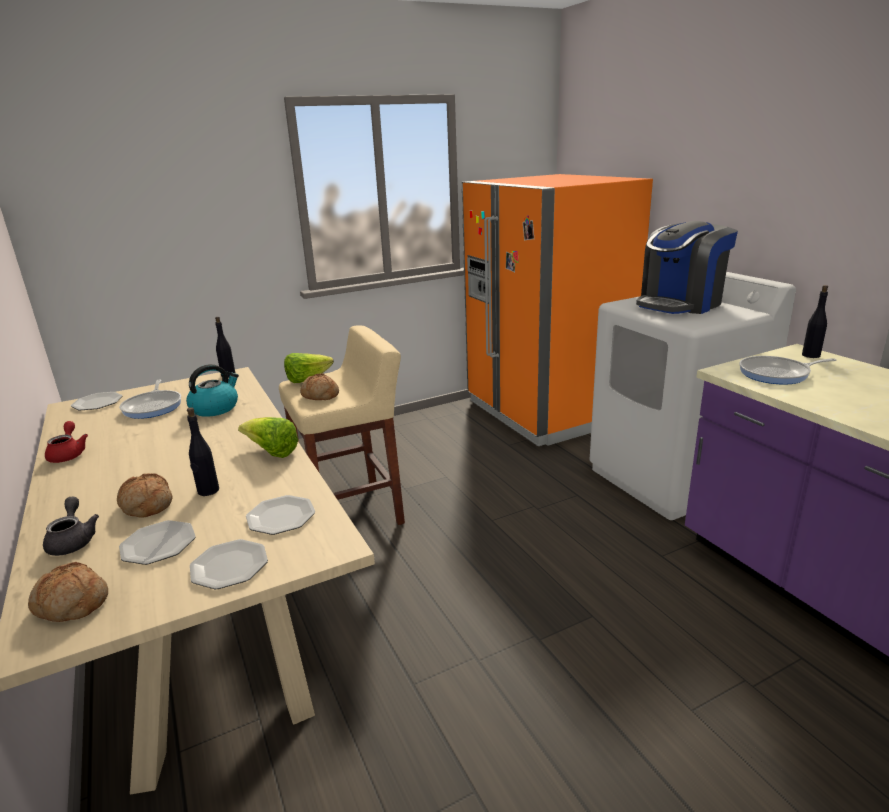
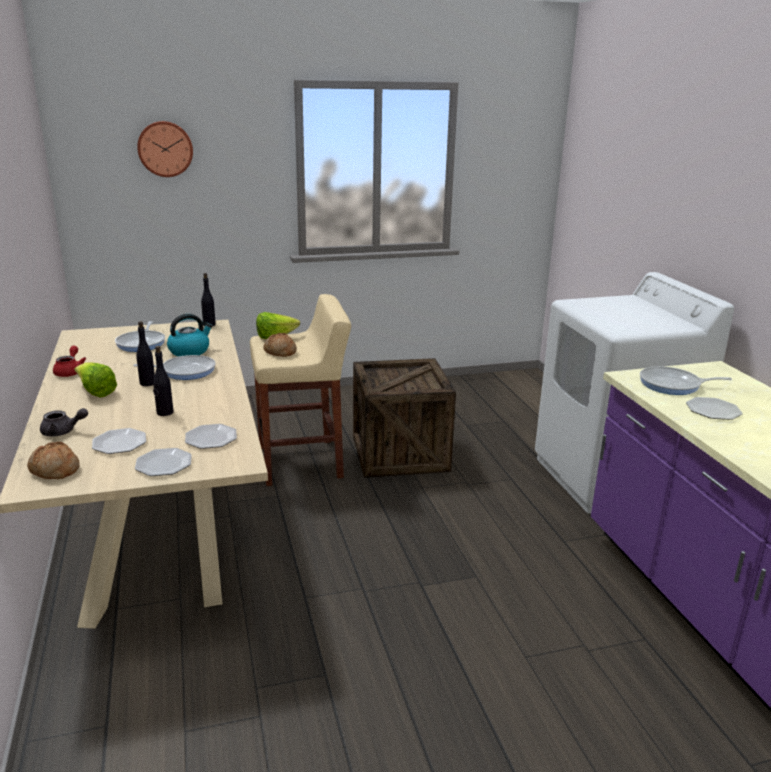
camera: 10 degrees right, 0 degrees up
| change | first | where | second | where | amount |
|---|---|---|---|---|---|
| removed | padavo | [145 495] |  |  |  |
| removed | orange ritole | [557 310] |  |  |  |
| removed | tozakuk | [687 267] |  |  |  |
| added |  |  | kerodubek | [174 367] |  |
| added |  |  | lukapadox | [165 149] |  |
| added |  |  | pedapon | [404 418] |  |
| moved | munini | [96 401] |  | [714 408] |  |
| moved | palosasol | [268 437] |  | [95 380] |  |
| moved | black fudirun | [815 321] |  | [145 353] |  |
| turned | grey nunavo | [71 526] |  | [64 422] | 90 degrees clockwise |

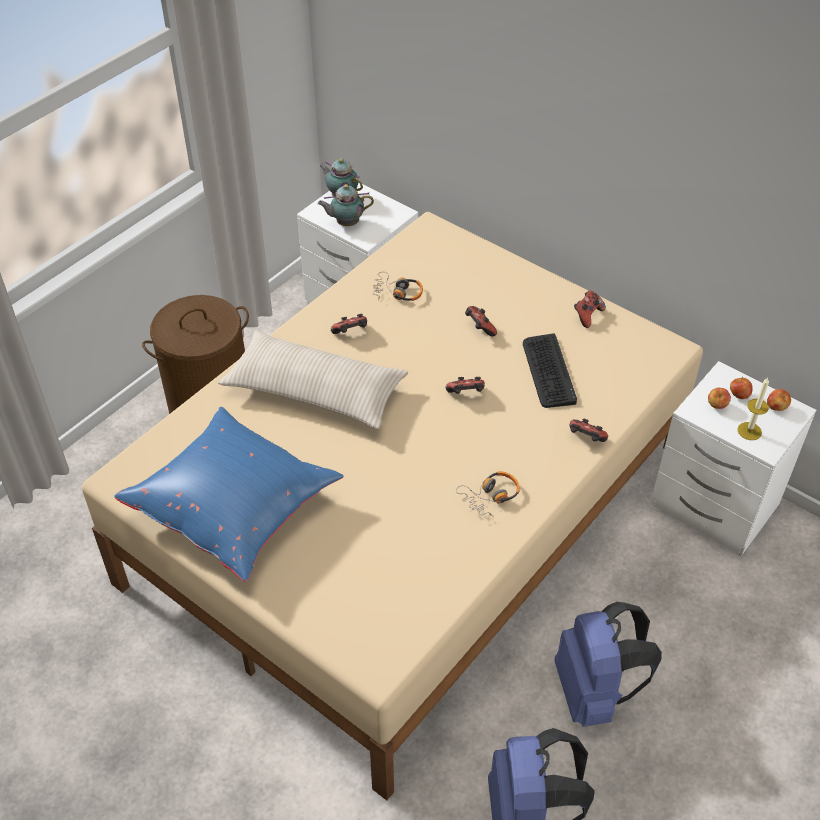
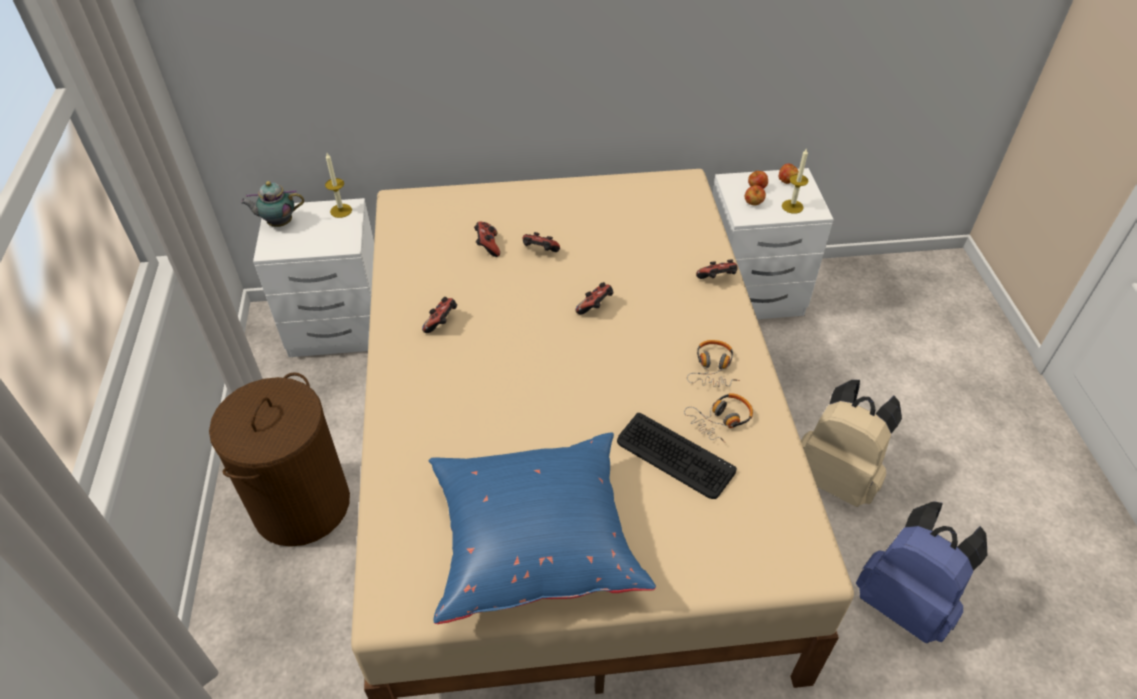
camera: 45 degrees left, 0 degrees up
| change | first | where | second | where | amount |
|---|---|---|---|---|---|
| removed | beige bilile | [313 379] |  |  |  |
| removed | nunavo | [346 205] |  |  |  |
| added |  |  | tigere | [338 185] |  |
| moved | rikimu | [398 286] |  | [718 418] |  |
| moved | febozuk | [550 370] |  | [677 456] |  |
| moved | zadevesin | [590 309] |  | [487 239] |  |
| recoloured | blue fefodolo | [608 664] | beige fefodolo | [851 443] |  |

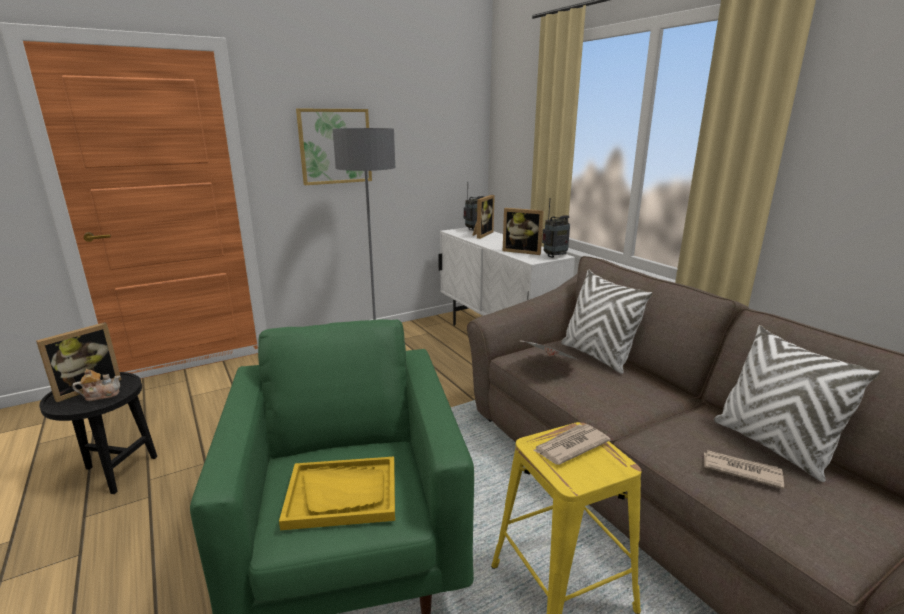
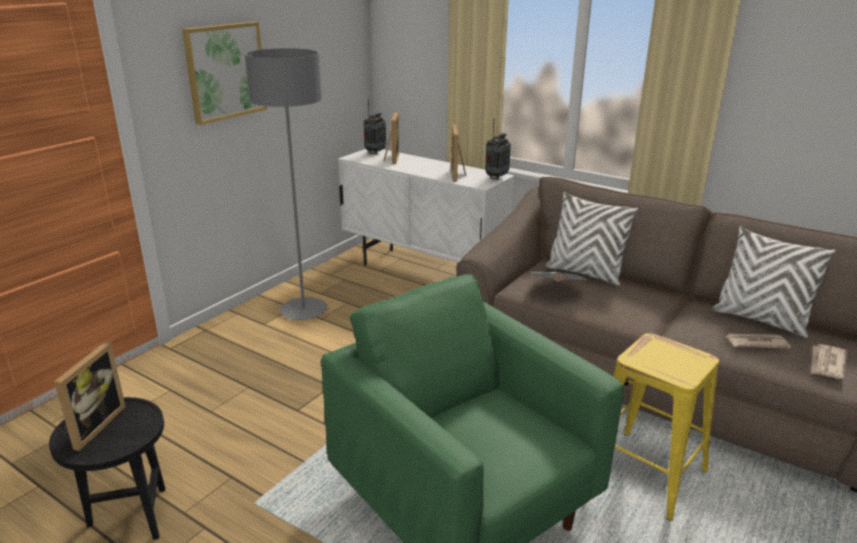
camera: 25 degrees left, 5 degrees up
| change | first | where | second | where | amount |
|---|---|---|---|---|---|
| removed | nunavo | [97 385] |  |  |  |
| removed | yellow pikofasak | [337 493] |  |  |  |
| moved | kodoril | [572 444] |  | [829 361] |  |
| turned | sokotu | [523 231] |  | [458 153] | 90 degrees clockwise |

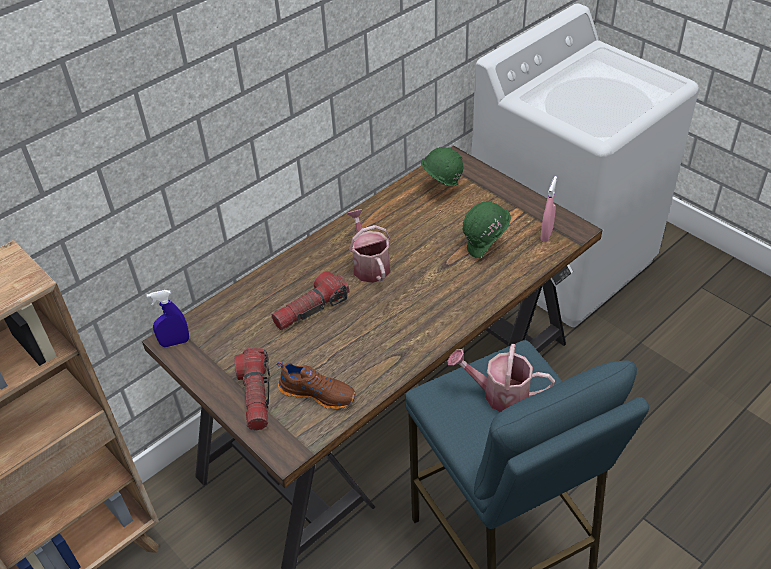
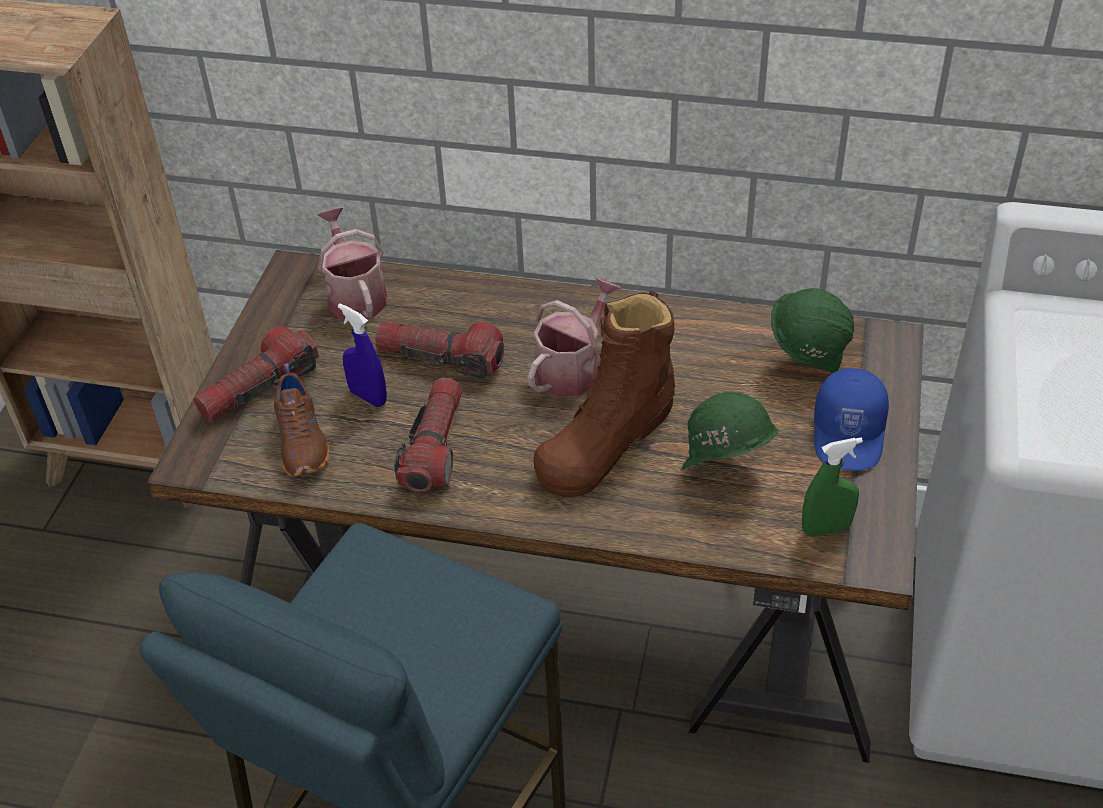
camera: 55 degrees right, 0 degrees up
| change | first | where | second | where | amount |
|---|---|---|---|---|---|
| added |  |  | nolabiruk | [428 434] |  |
| added |  |  | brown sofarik | [604 394] |  |
| added |  |  | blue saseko | [851 419] |  |
| moved | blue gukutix | [168 318] |  | [362 355] |  |
| moved | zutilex | [501 378] |  | [352 263] |  |
| recoloured | pink gukutix | [548 209] | green gukutix | [832 487] |  |

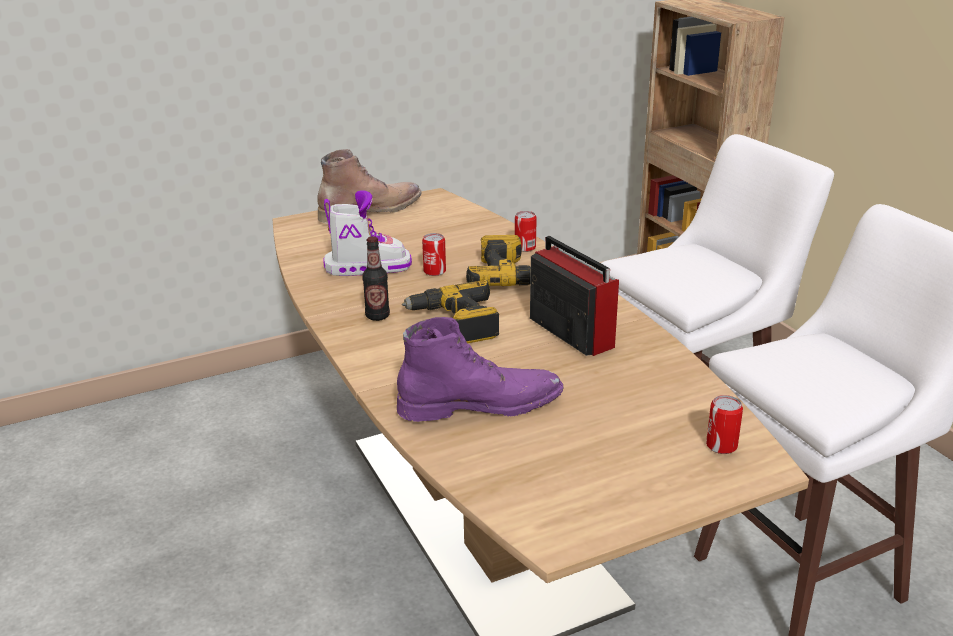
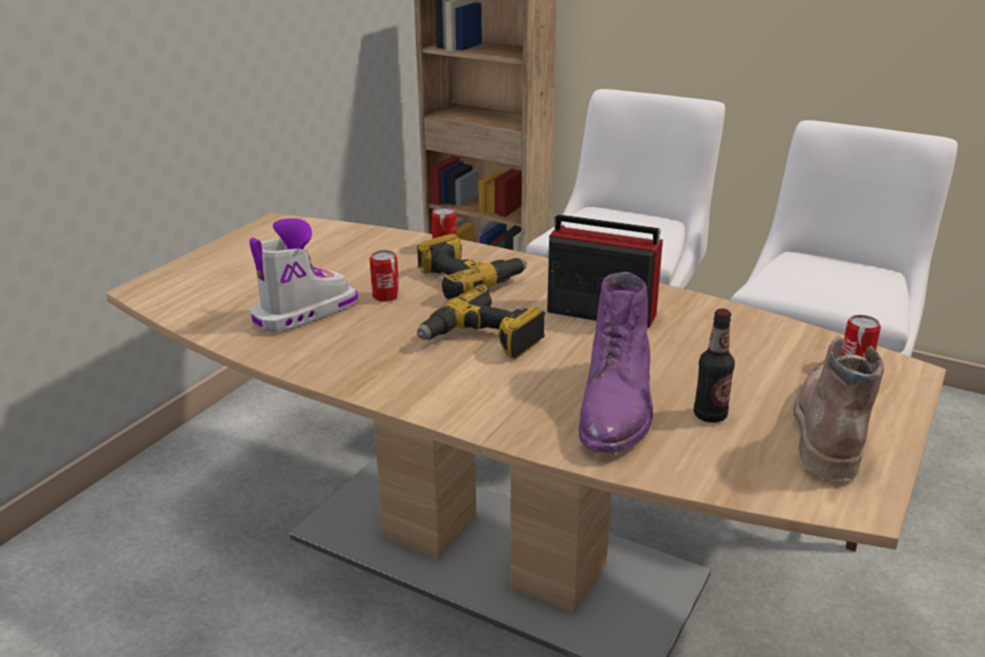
camera: 35 degrees left, 0 degrees up
| change | first | where | second | where | amount |
|---|---|---|---|---|---|
| moved | brown sofarik | [369 186] |  | [838 409] |  |
| moved | fudirun | [376 278] |  | [714 366] |  |
| turned | purple sofarik | [479 369] |  | [616 362] | 150 degrees clockwise |

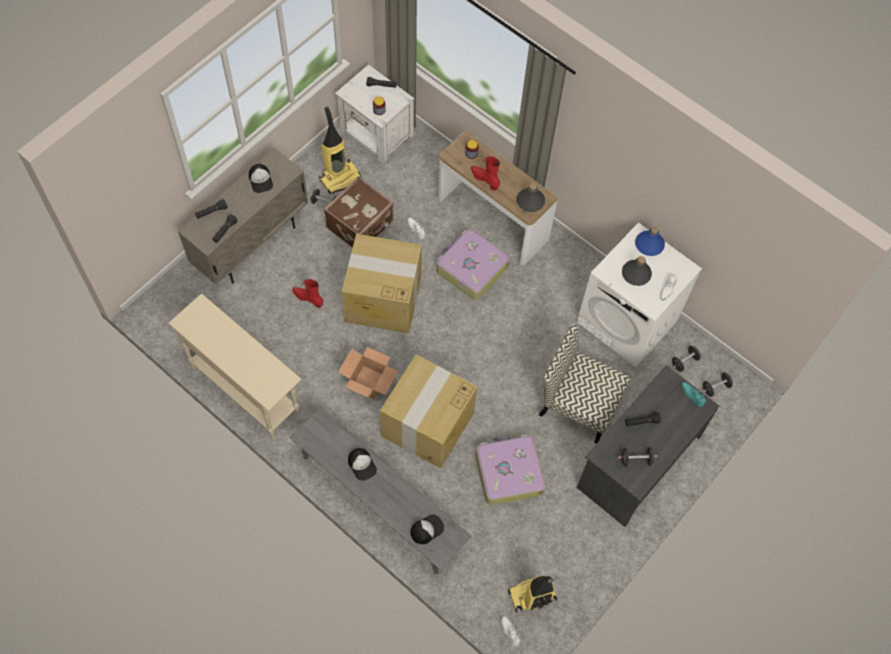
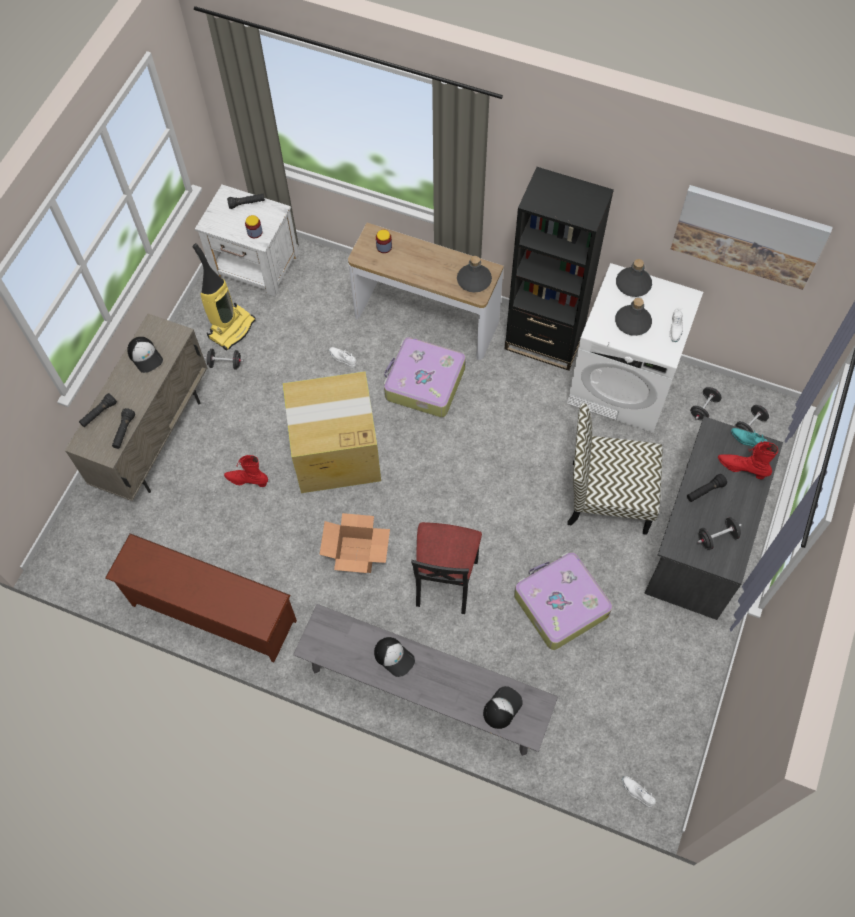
camera: 15 degrees left, 0 degrees up
| change | first | where | second | where | amount |
|---|---|---|---|---|---|
| removed | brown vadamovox | [359 212] |  |  |  |
| removed | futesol | [532 594] |  |  |  |
| added |  |  | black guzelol | [559 269] |  |
| added |  |  | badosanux | [752 237] |  |
| moved | red sofarik | [485 173] |  | [748 460] |  |
| replaced | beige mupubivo | [235 366] | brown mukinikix | [201 597] |  |
| replaced | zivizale | [429 411] | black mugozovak | [446 568] |  |
| recoloured | blue fudirun | [650 241] | grey fudirun | [634 278] |  |

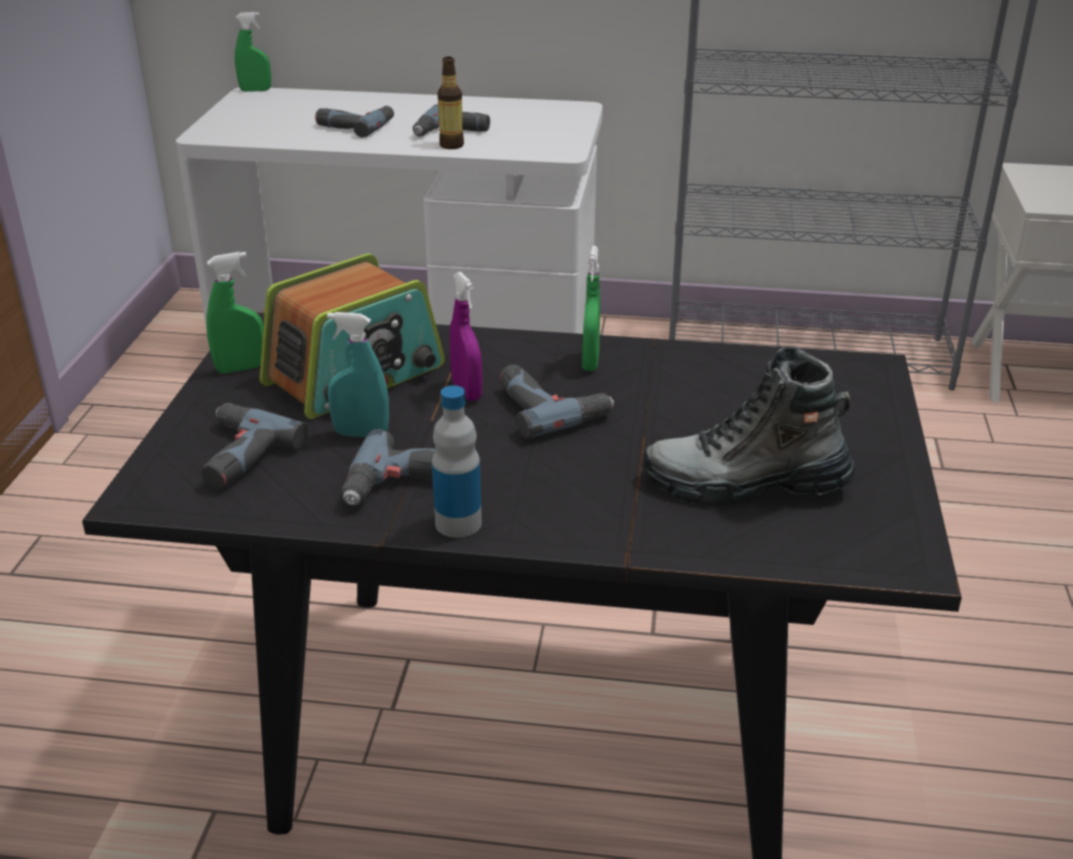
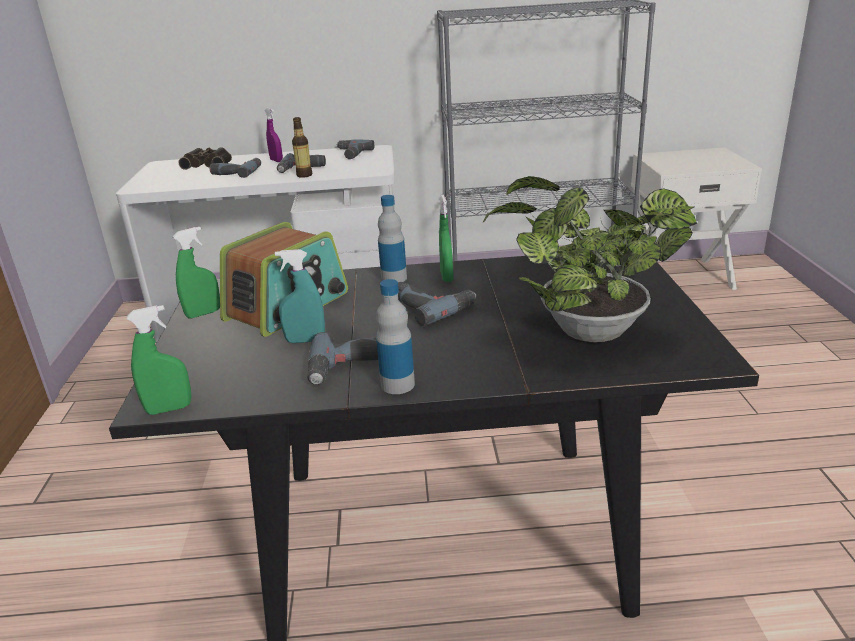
camera: 10 degrees left, 5 degrees down
| change | first | where | second | where | amount |
|---|---|---|---|---|---|
| added |  |  | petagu | [205 158] |  |
| added |  |  | fudirun | [392 238] |  |
| moved | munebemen | [255 446] |  | [355 149] |  |
| moved | green gukutix | [253 52] |  | [159 360] |  |
| moved | purple gukutix | [466 336] |  | [274 135] |  |
| replaced | sofarik | [749 427] | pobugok | [590 259] |  |

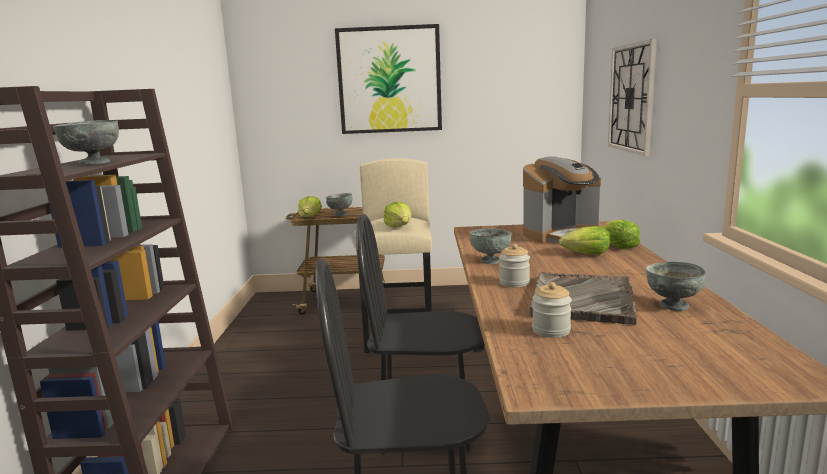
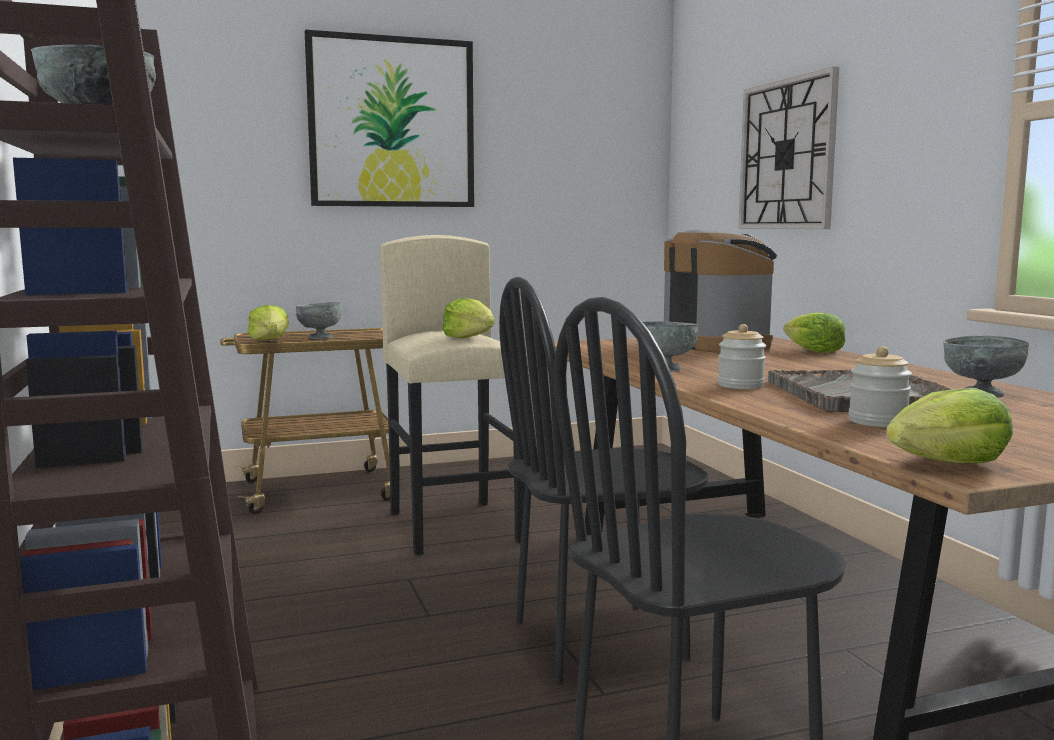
camera: 20 degrees left, 5 degrees down
| change | first | where | second | where | amount |
|---|---|---|---|---|---|
| moved | palosasol | [584 240] |  | [949 425] |  |
| turned | tozakuk | [562 200] |  | [720 290] | 75 degrees counterclockwise |

